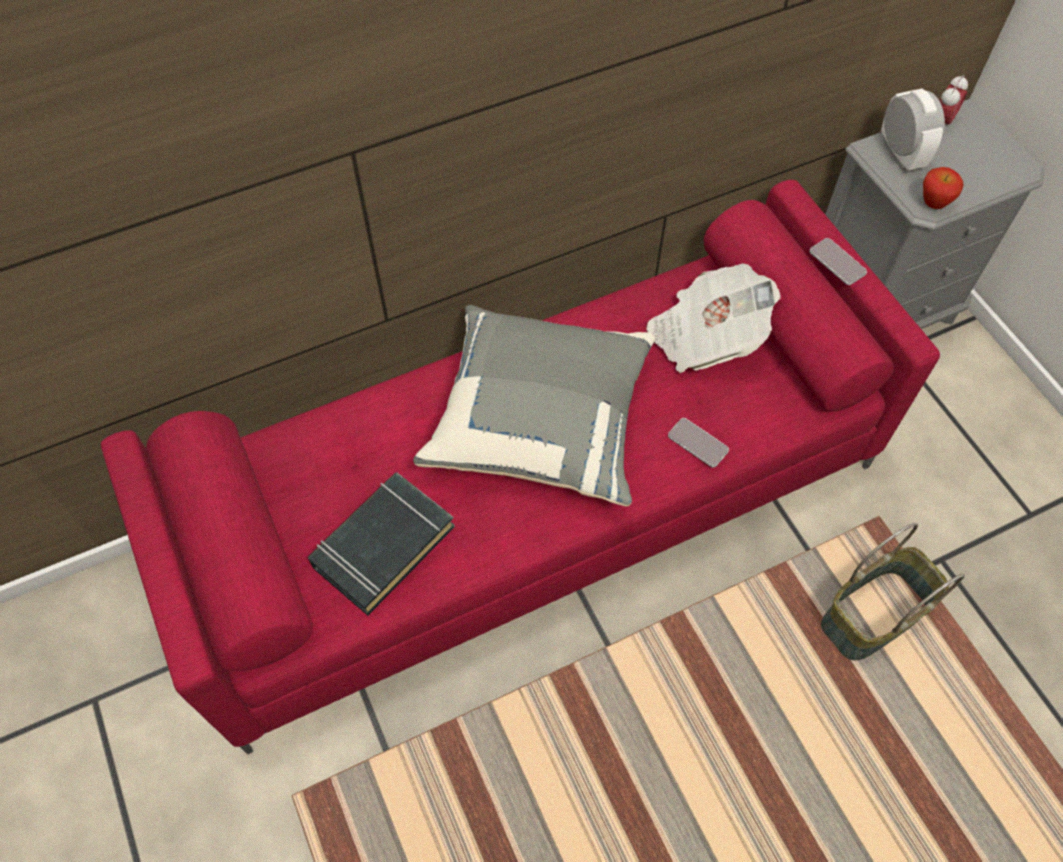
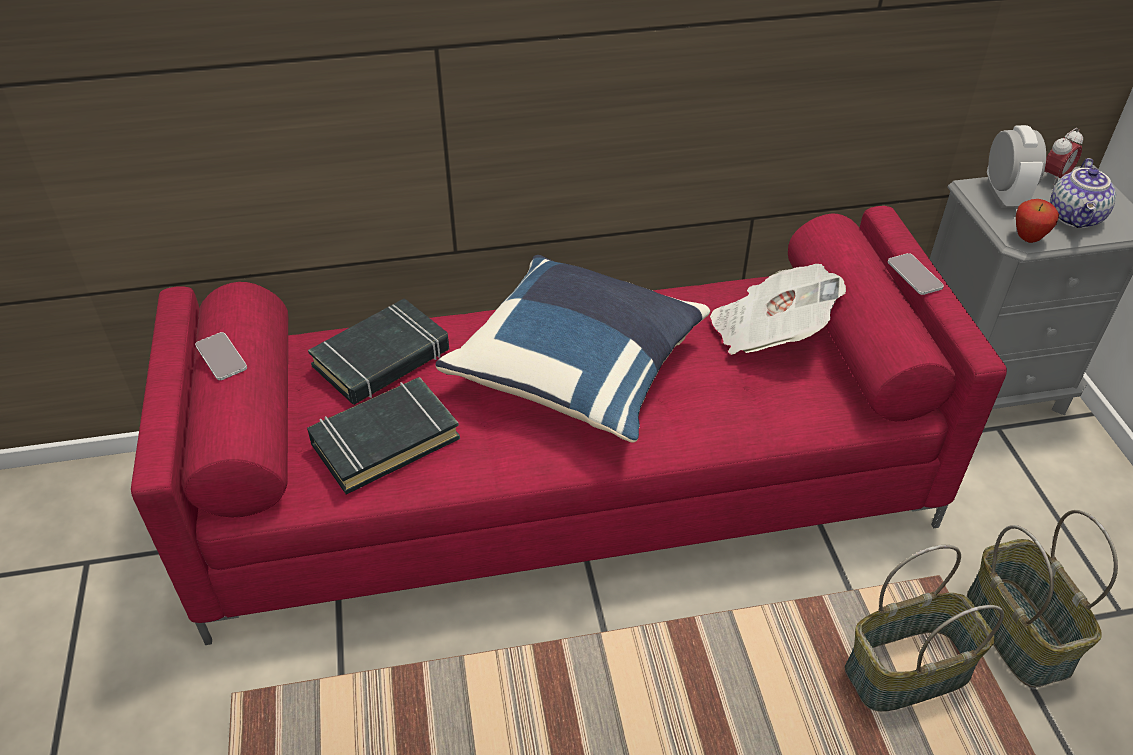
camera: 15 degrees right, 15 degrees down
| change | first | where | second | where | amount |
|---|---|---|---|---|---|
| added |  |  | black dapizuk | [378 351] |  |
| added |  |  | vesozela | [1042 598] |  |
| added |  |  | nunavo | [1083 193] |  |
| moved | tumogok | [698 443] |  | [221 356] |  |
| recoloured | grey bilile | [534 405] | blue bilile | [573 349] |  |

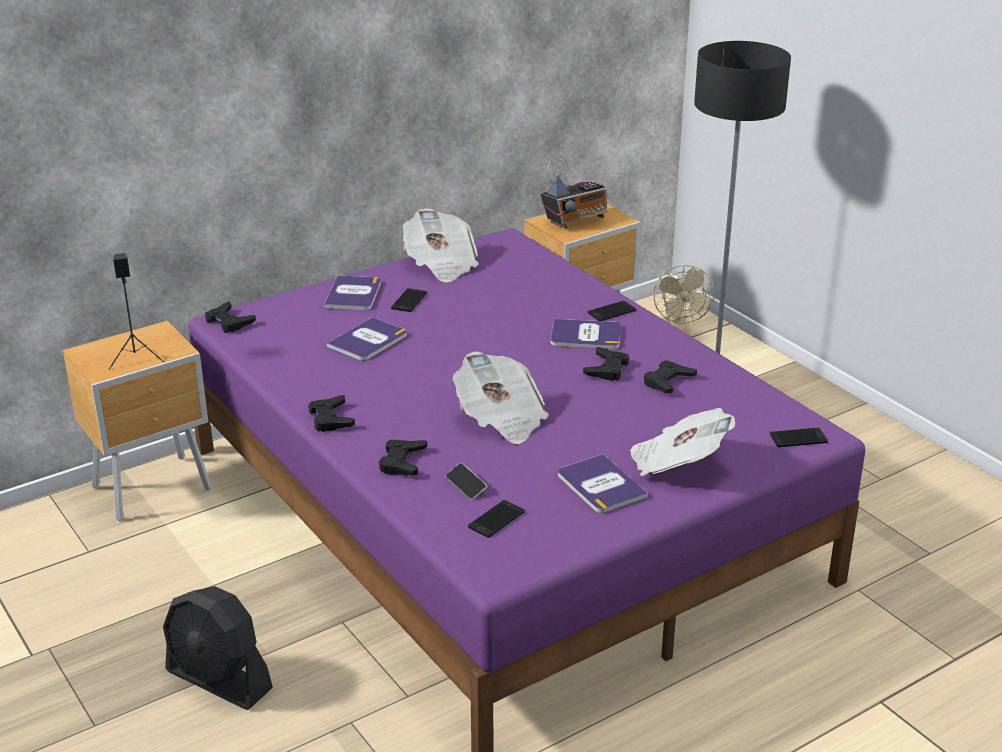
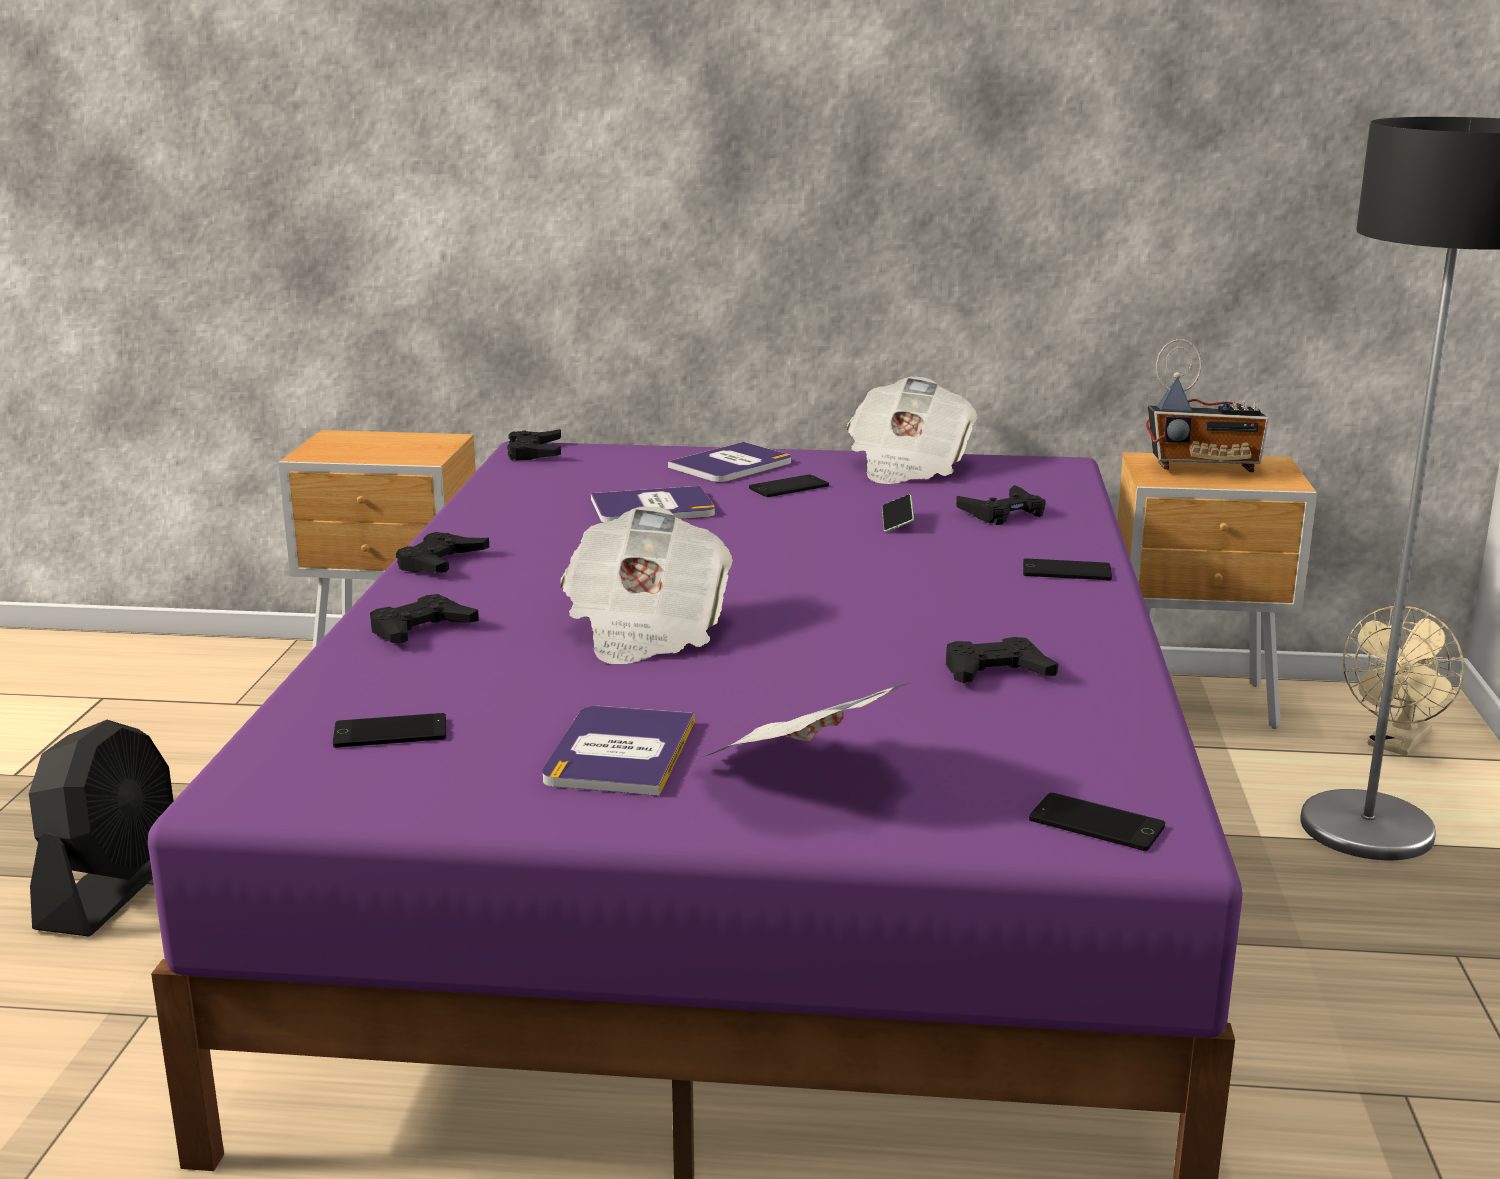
camera: 40 degrees right, 10 degrees down
| change | first | where | second | where | amount |
|---|---|---|---|---|---|
| removed | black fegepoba | [136 311] |  |  |  |
| removed | dapizuk | [586 334] |  |  |  |
| moved | tumogok | [466 481] |  | [898 513] |  |
| moved | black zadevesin | [606 364] |  | [1001 505] |  |
| turned | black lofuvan | [218 648] |  | [101 828] | 150 degrees counterclockwise |

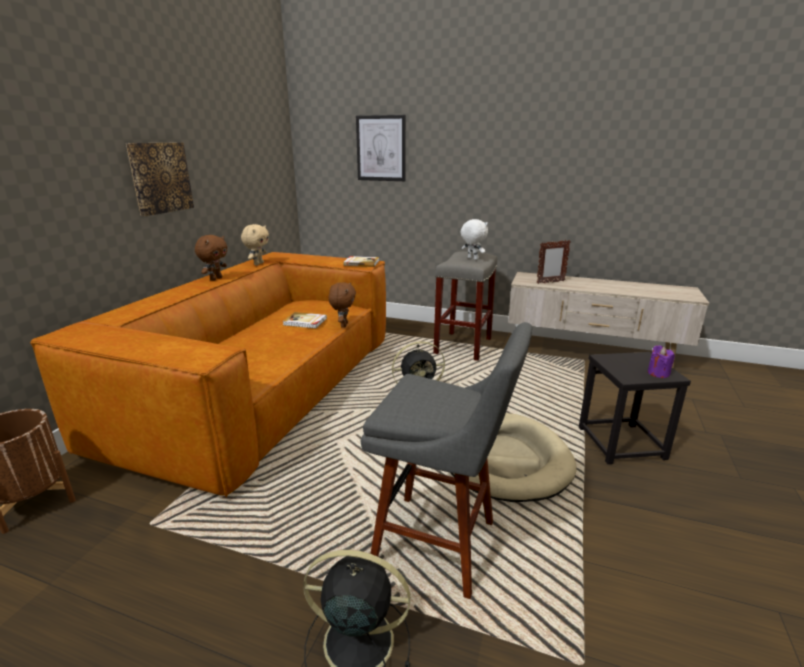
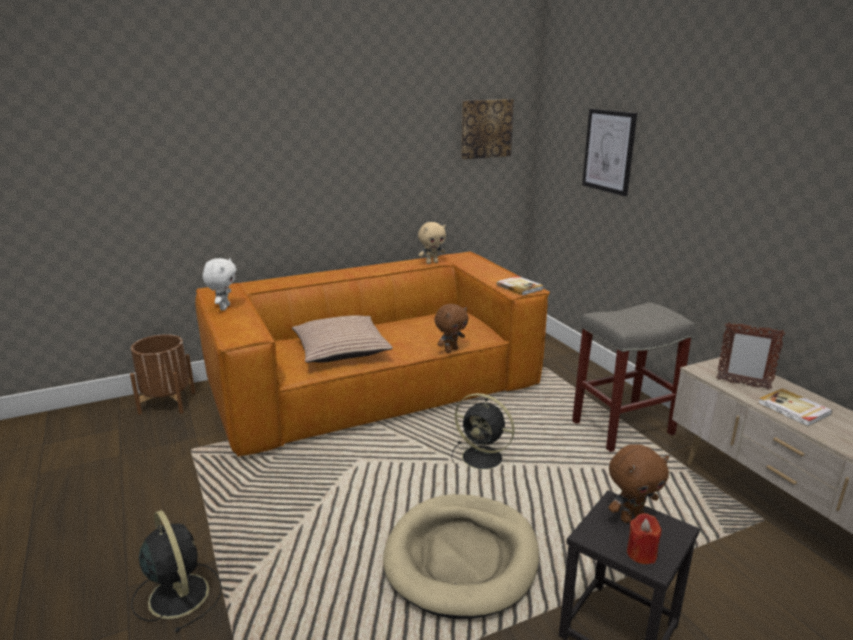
camera: 45 degrees right, 0 degrees up
| change | first | where | second | where | amount |
|---|---|---|---|---|---|
| removed | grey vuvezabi | [446 460] |  |  |  |
| added |  |  | bilile | [342 339] |  |
| moved | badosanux | [160 179] |  | [487 129] |  |
| moved | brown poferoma | [211 258] |  | [638 483] |  |
| moved | dapizuk | [305 320] |  | [795 407] |  |
| moved | white poferoma | [474 239] |  | [219 284] |  |
| recoloured | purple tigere | [661 361] | red tigere | [644 538] |  |

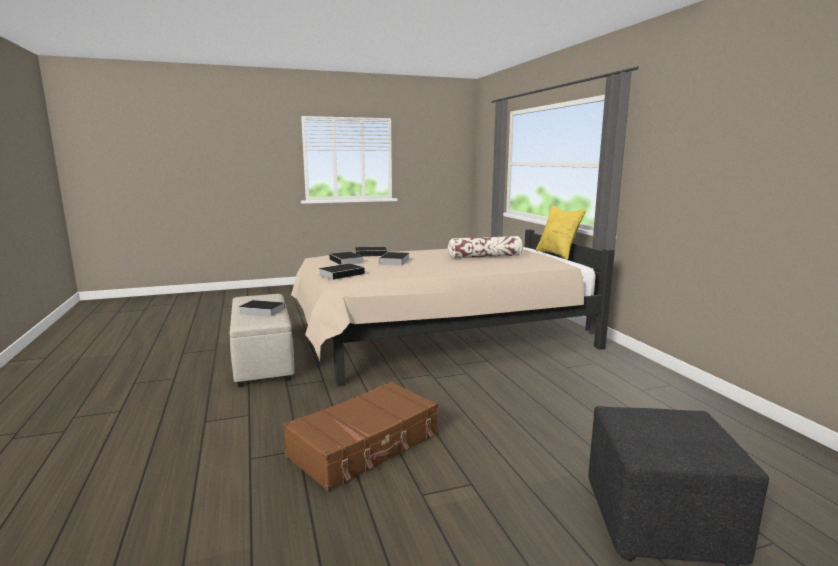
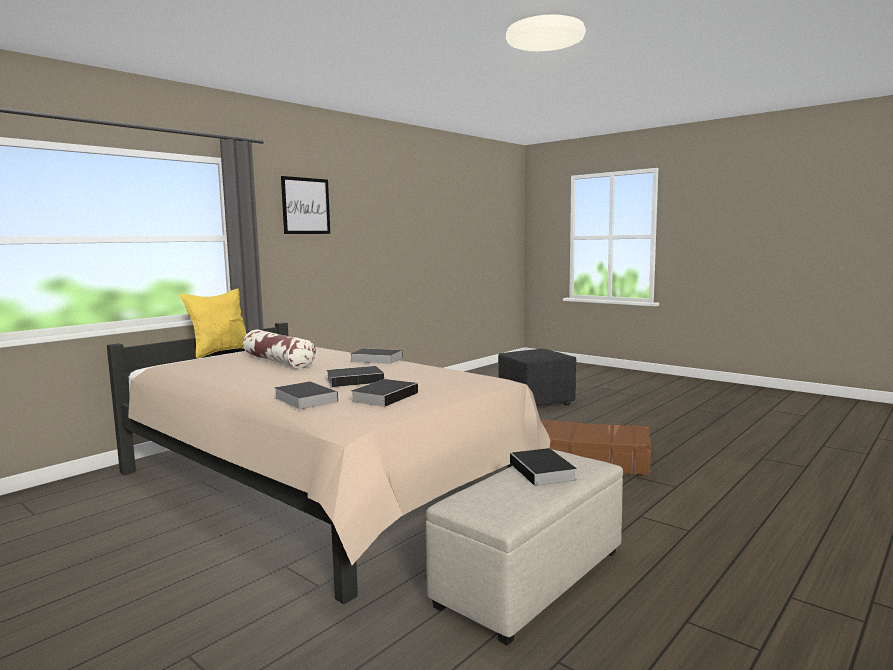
camera: 120 degrees left, 5 degrees down
| change | first | where | second | where | amount |
|---|---|---|---|---|---|
| added |  |  | badosanux | [305 205] |  |
| moved | dapizuk | [342 271] |  | [376 356] |  |

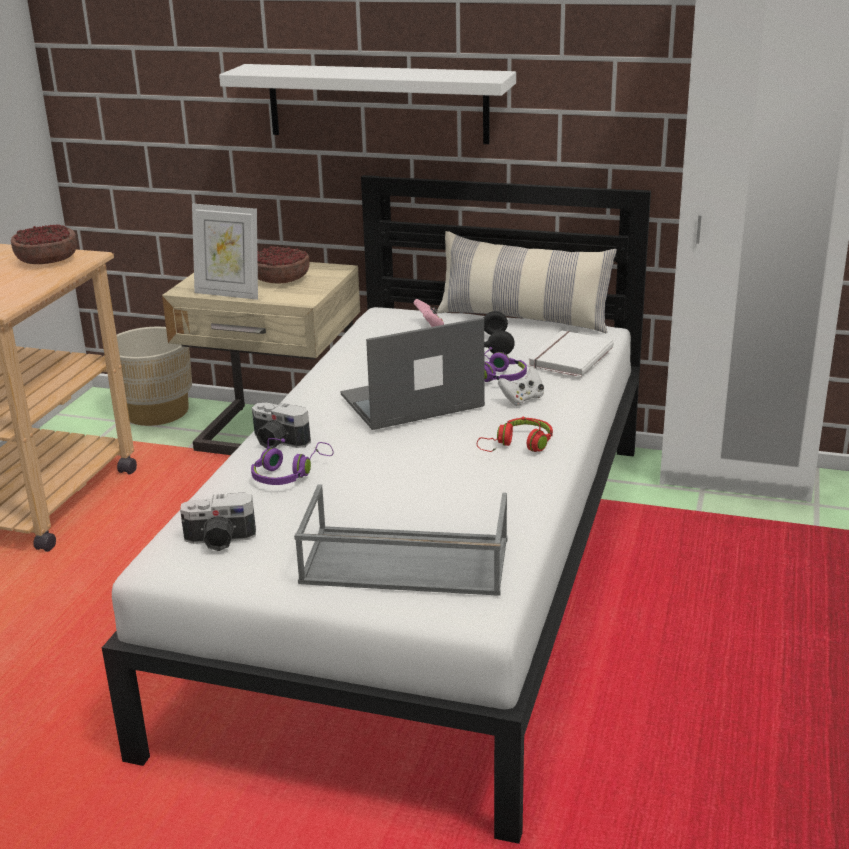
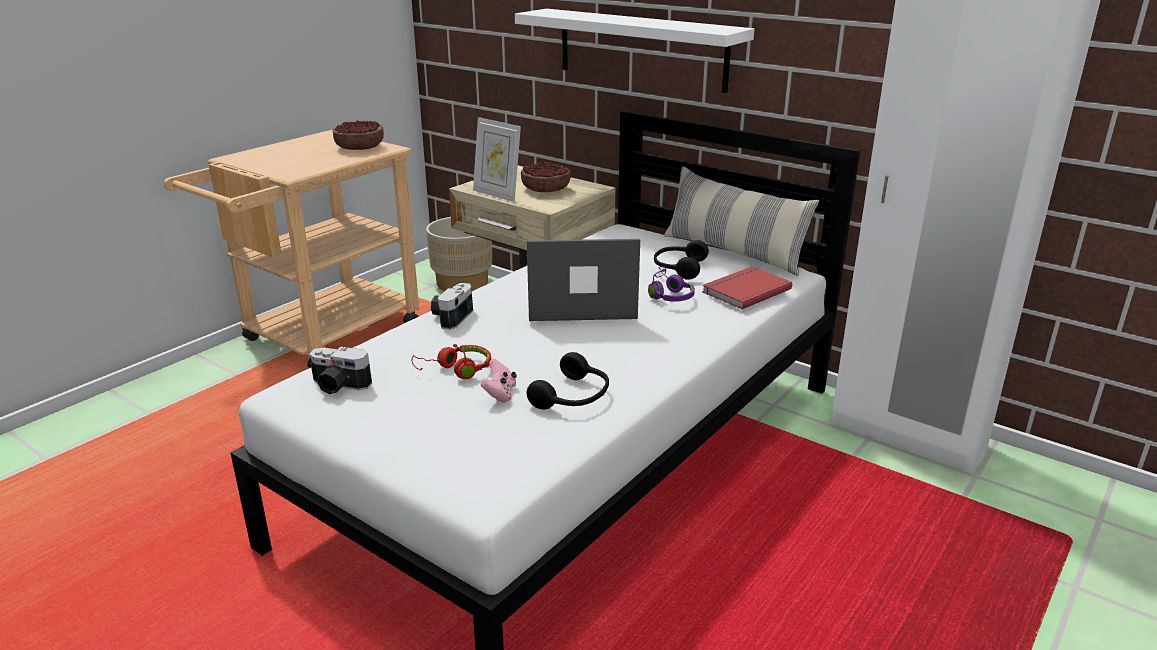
camera: 20 degrees right, 0 degrees up
| change | first | where | second | where | amount |
|---|---|---|---|---|---|
| removed | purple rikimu | [292 461] |  |  |  |
| removed | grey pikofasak | [400 540] |  |  |  |
| removed | white zadevesin | [521 386] |  |  |  |
| added |  |  | black rikimu | [567 381] |  |
| moved | pink zadevesin | [428 313] |  | [499 381] |  |
| moved | red rikimu | [515 434] |  | [451 361] |  |
| recoloured | white dapizuk | [571 354] | red dapizuk | [747 288] |  |
| turned | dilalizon | [281 426] |  | [452 306] | 60 degrees clockwise |

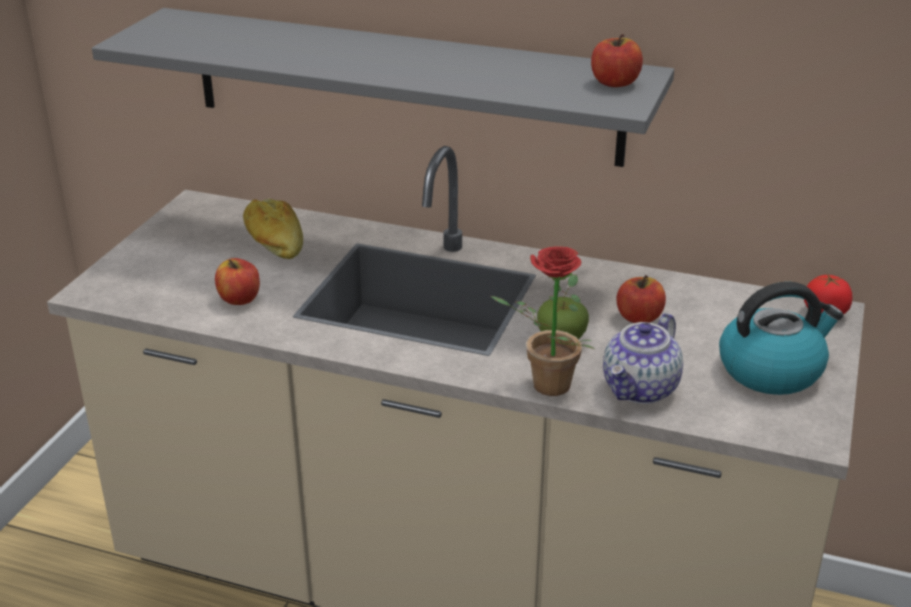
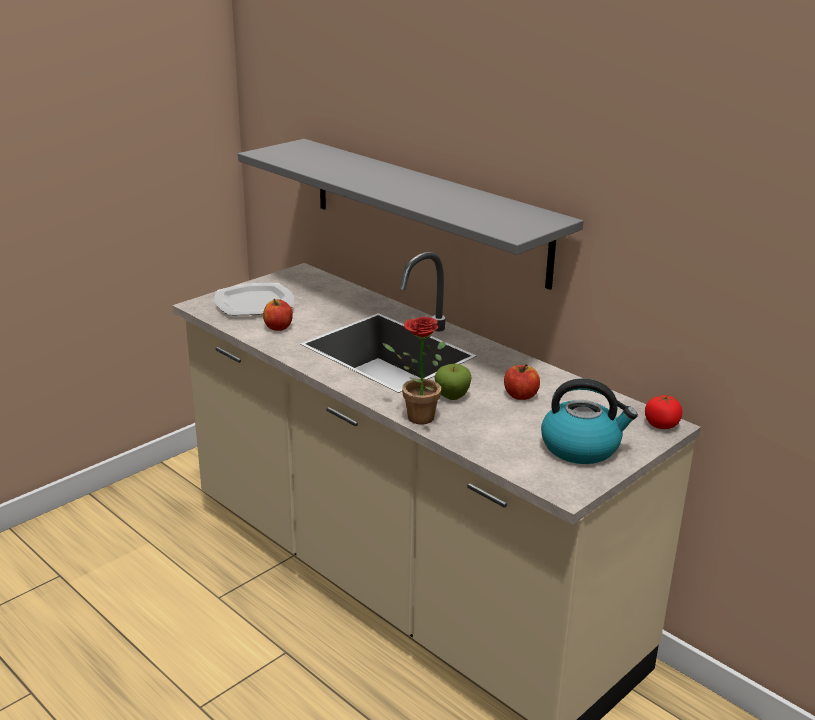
camera: 25 degrees right, 5 degrees down
| change | first | where | second | where | amount |
|---|---|---|---|---|---|
| removed | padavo | [273 229] |  |  |  |
| removed | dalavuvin | [617 60] |  |  |  |
| removed | nunavo | [643 358] |  |  |  |
| added |  |  | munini | [254 299] |  |

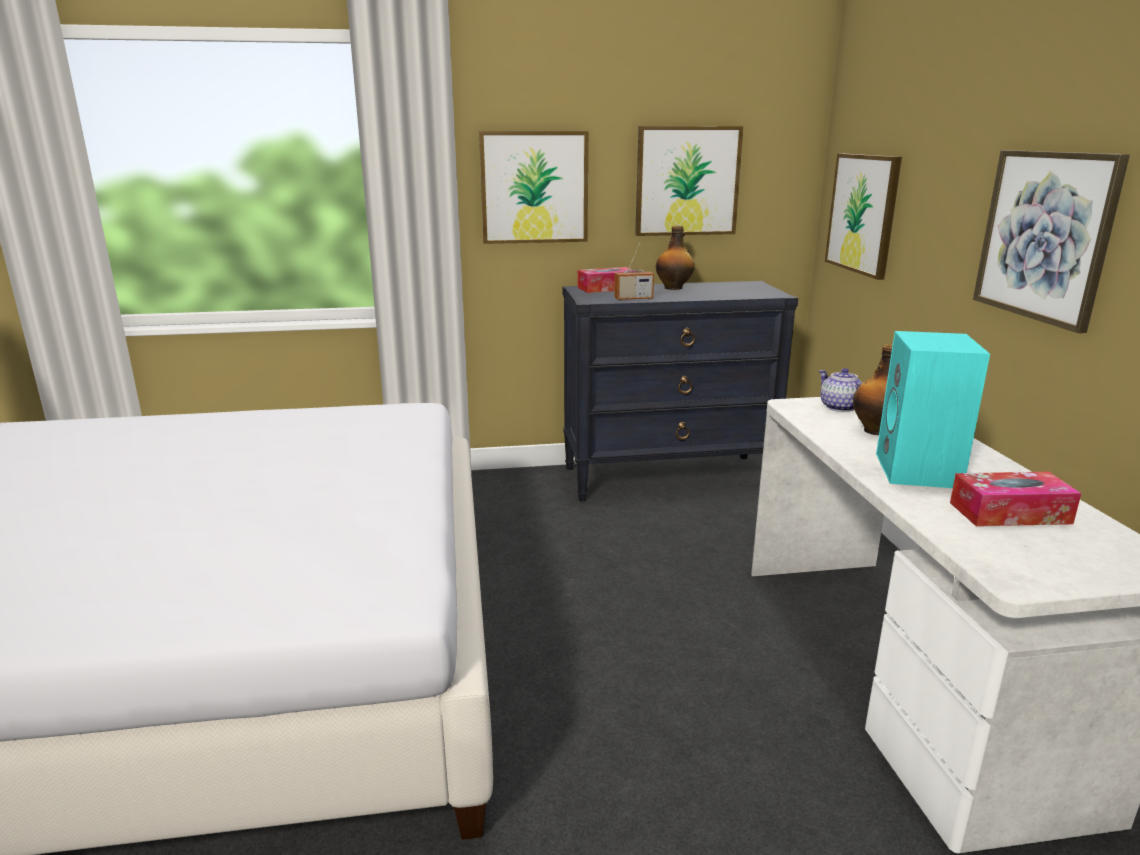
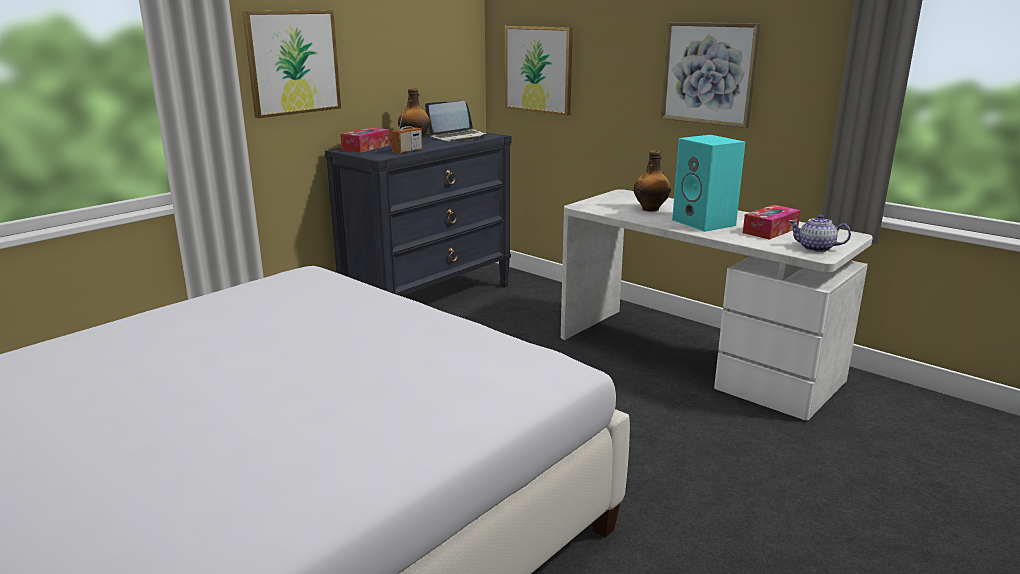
camera: 40 degrees left, 0 degrees up
| change | first | where | second | where | amount |
|---|---|---|---|---|---|
| removed | badosanux | [689 181] |  |  |  |
| added |  |  | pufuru | [456 121] |  |
| moved | nunavo | [840 390] |  | [820 233] |  |

